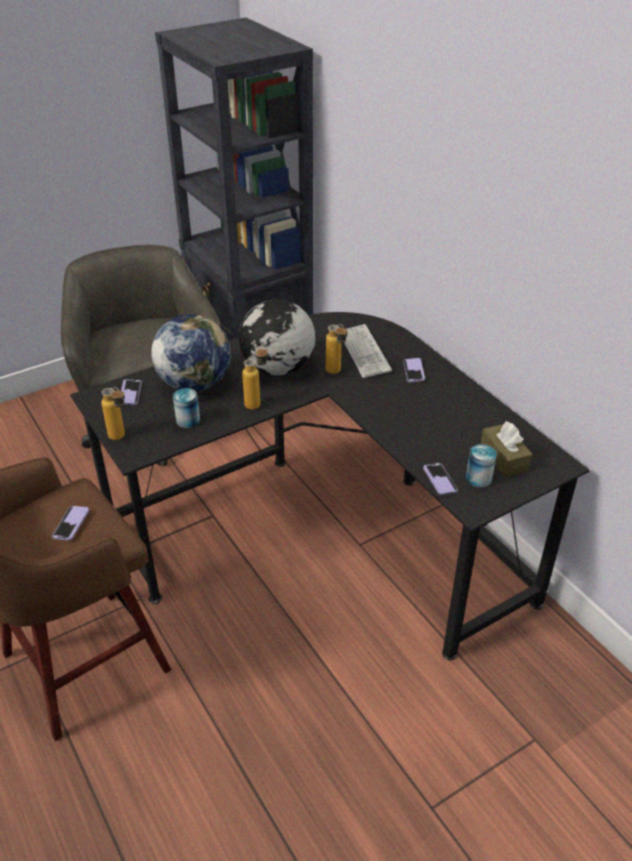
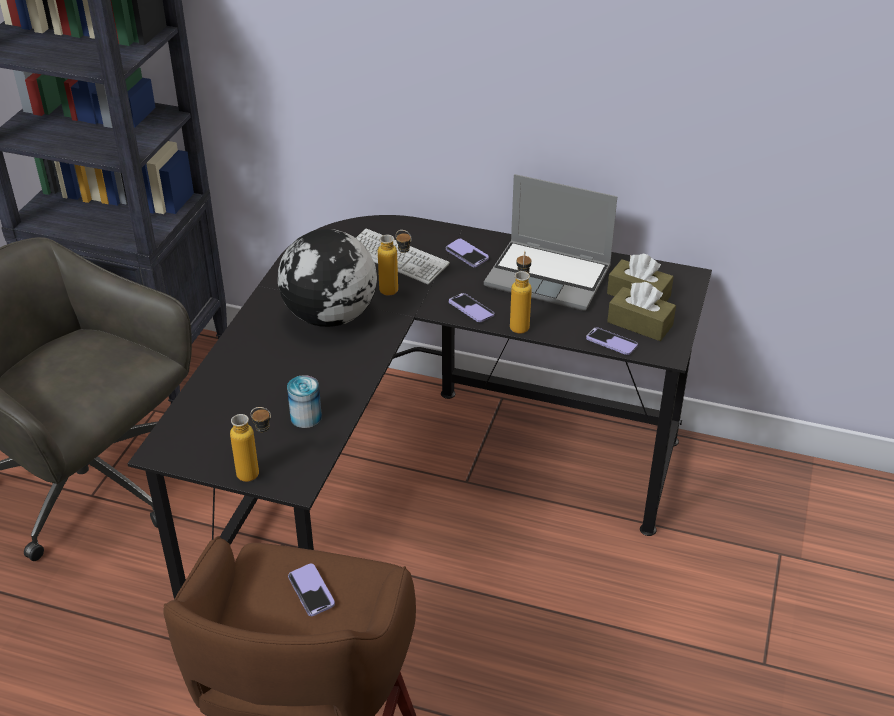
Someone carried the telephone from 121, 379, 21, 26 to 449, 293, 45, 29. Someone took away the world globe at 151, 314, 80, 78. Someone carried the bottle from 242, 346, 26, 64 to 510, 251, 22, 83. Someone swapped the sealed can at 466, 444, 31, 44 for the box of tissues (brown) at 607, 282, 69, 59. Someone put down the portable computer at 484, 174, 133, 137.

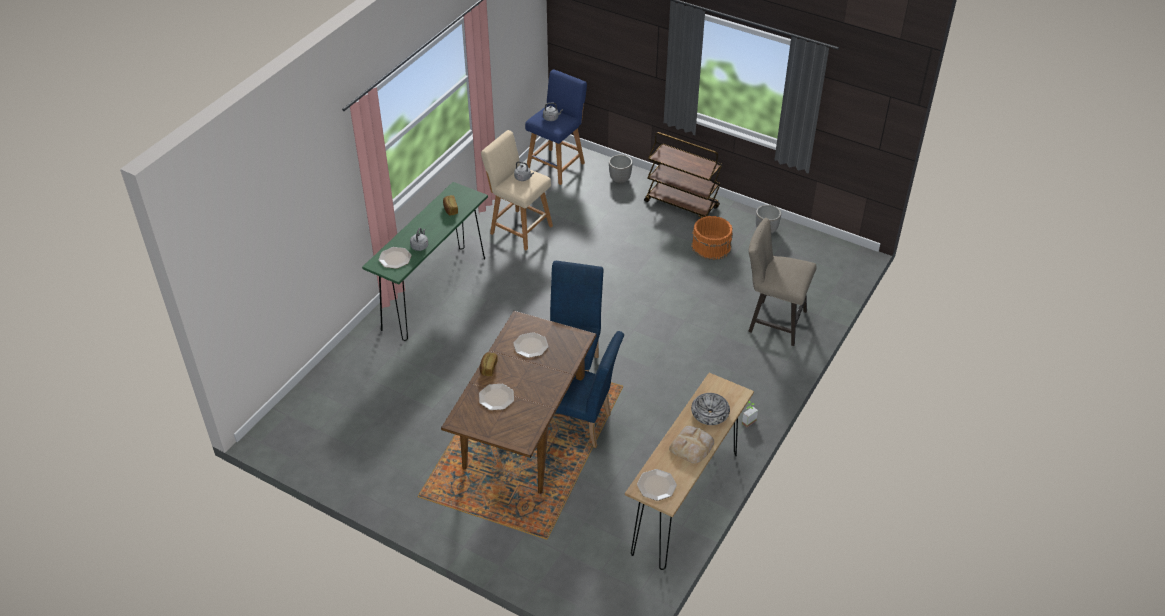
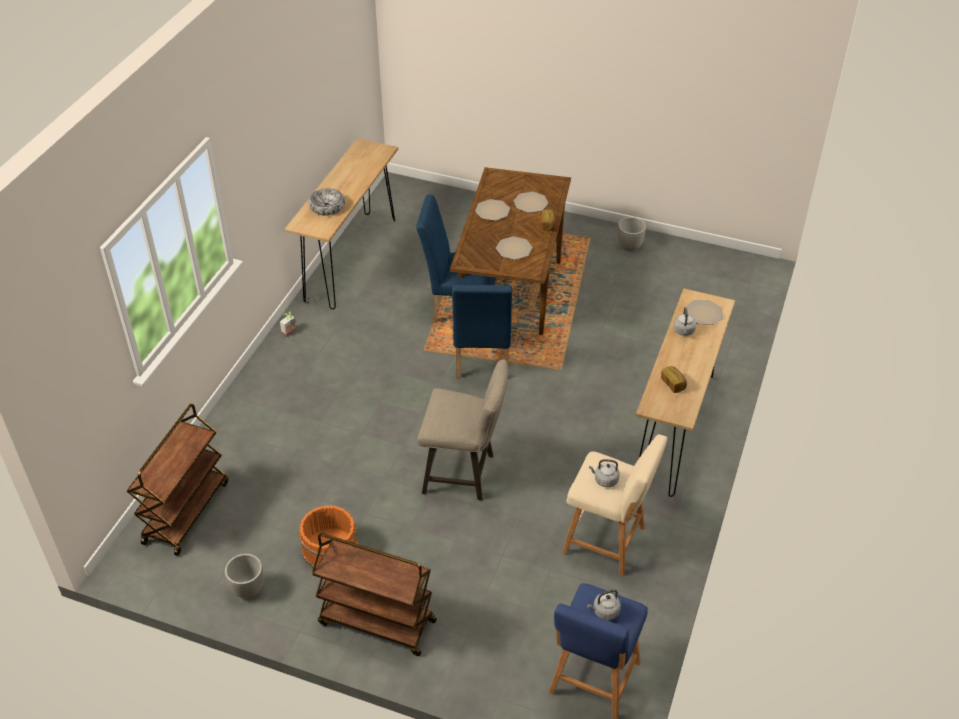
Someone repainted the hall table (green-coloured) at 362, 182, 126, 159, which became the hall table (brown) at 636, 288, 99, 209. Someone carried the planter from 609, 155, 24, 28 to 618, 217, 28, 34. Someone carried the flat dish from 637, 469, 40, 32 to 475, 199, 35, 22. Someone took away the bread at 669, 426, 45, 38. Someone carried the stool seat (beige-coloured) from 748, 218, 69, 128 to 417, 360, 91, 140. Someone put down the cart (brown) at 127, 404, 101, 152.

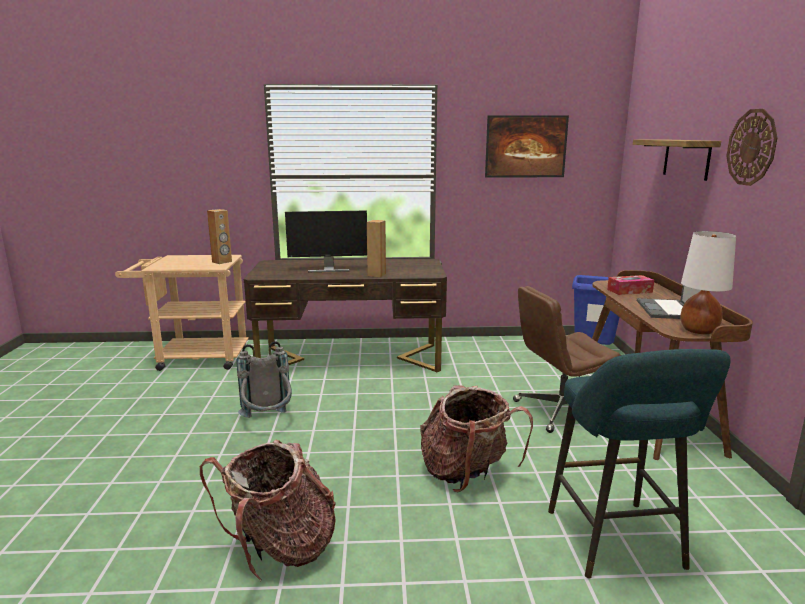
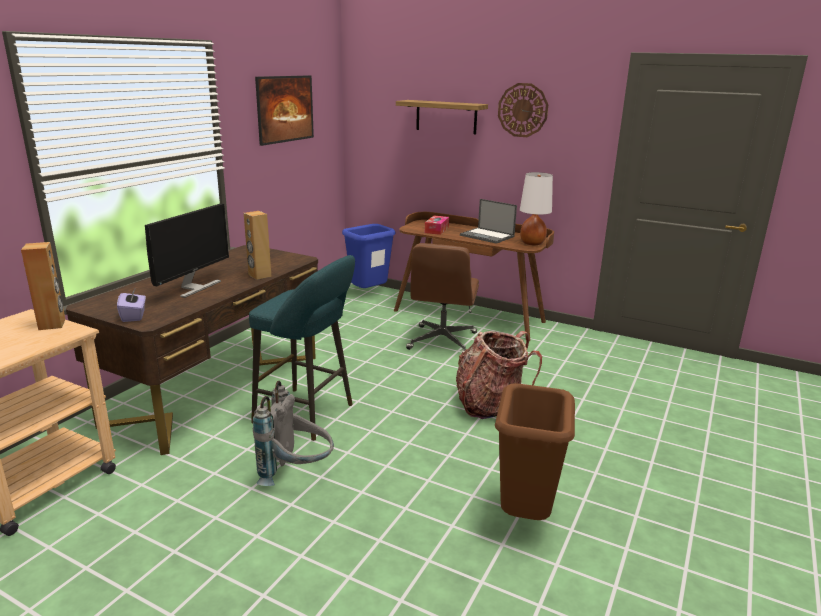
Someone swapped the rucksack at 200, 439, 136, 143 for the rubbish bin (brown) at 495, 383, 80, 137. Someone carried the stool seat (turquoise) from 548, 349, 183, 230 to 249, 255, 106, 186. Someone put down the box of tissues (purple) at 117, 287, 29, 35.

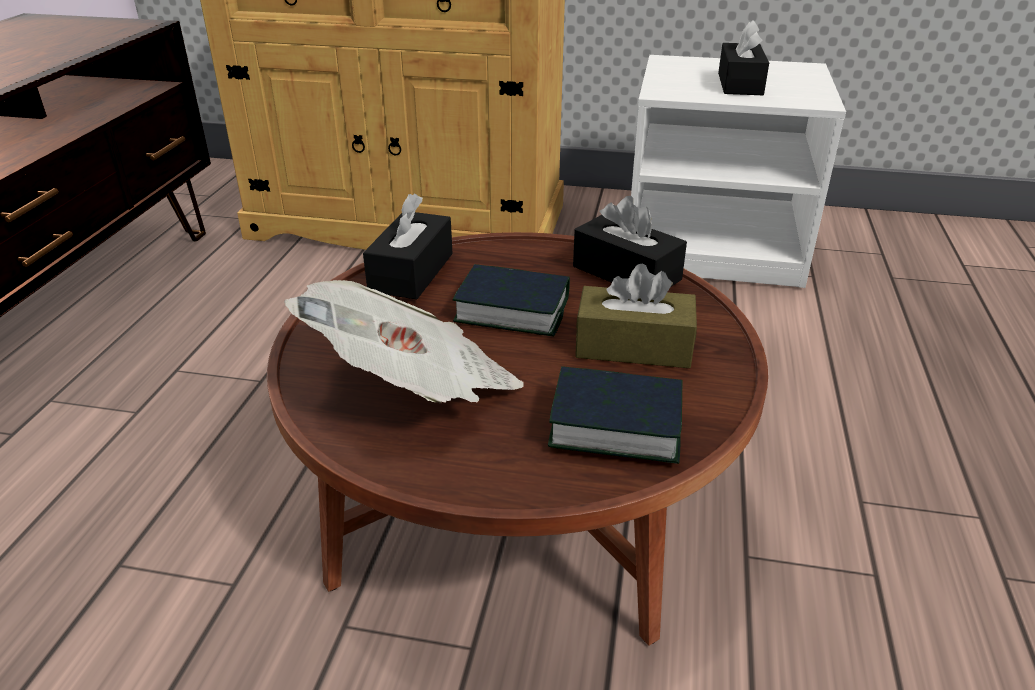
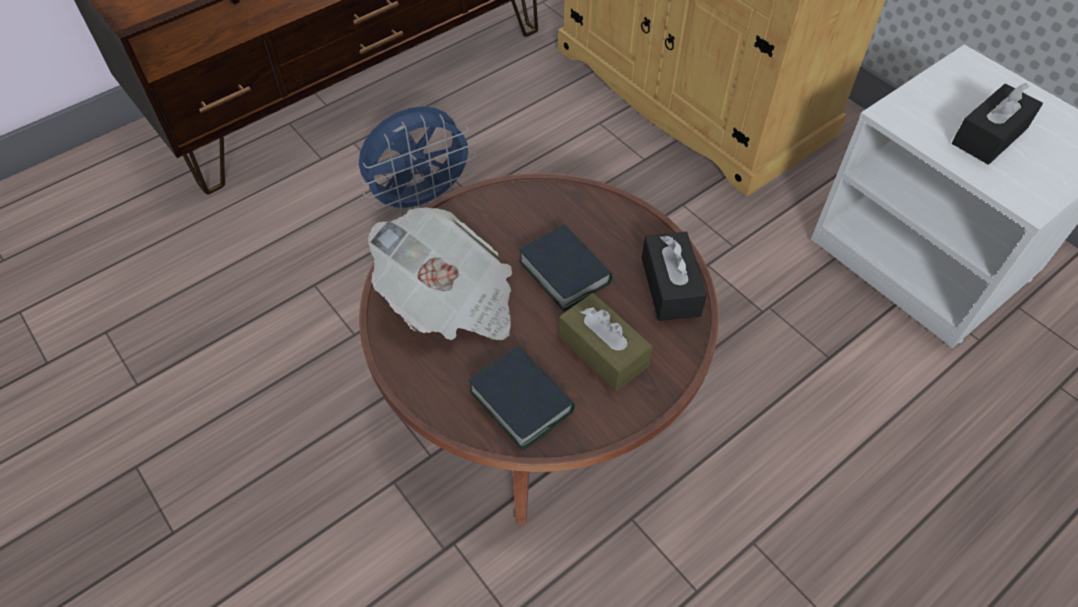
Someone took away the box of tissues (blackish) at 363, 194, 90, 105. Someone put down the fan (blue) at 359, 106, 118, 110.

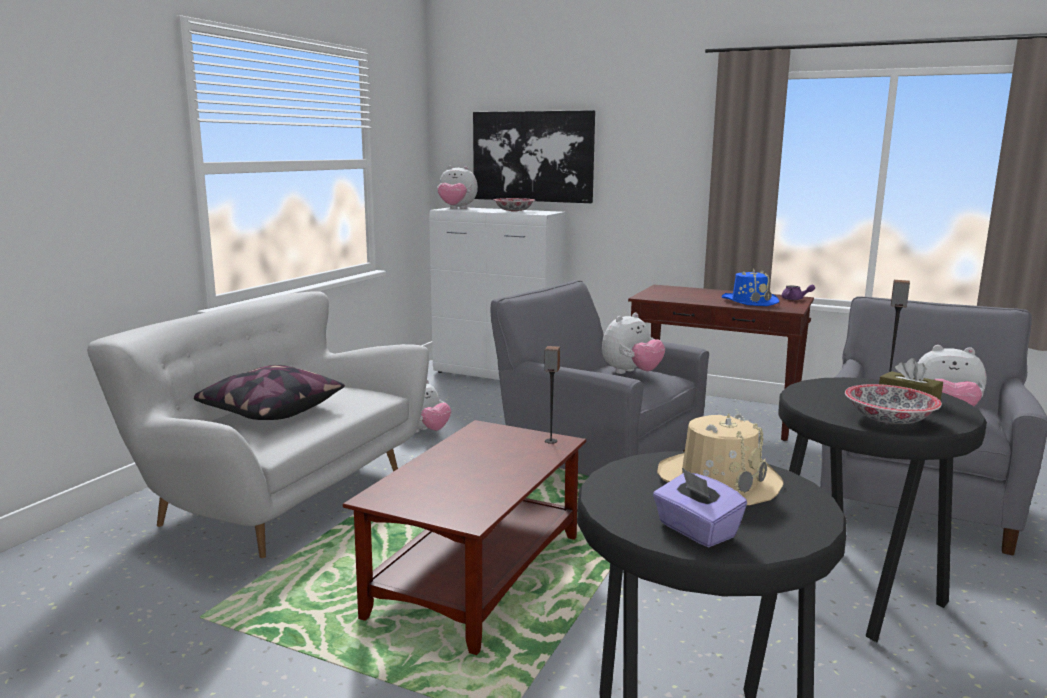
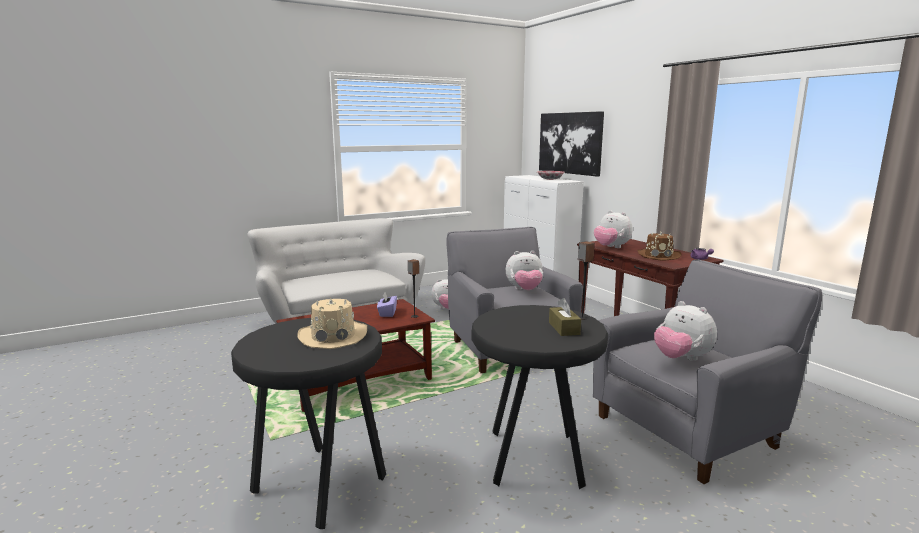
Someone took away the throw pillow at 194, 365, 151, 55. Someone carried the soft toy from 437, 166, 41, 43 to 594, 210, 38, 38. Someone carried the box of tissues (purple) from 653, 468, 94, 79 to 377, 292, 20, 25. Someone repainted the hat (blue) at 722, 269, 57, 37, which became the hat (brown) at 637, 233, 44, 28. Someone took away the bowl at 845, 384, 97, 40.

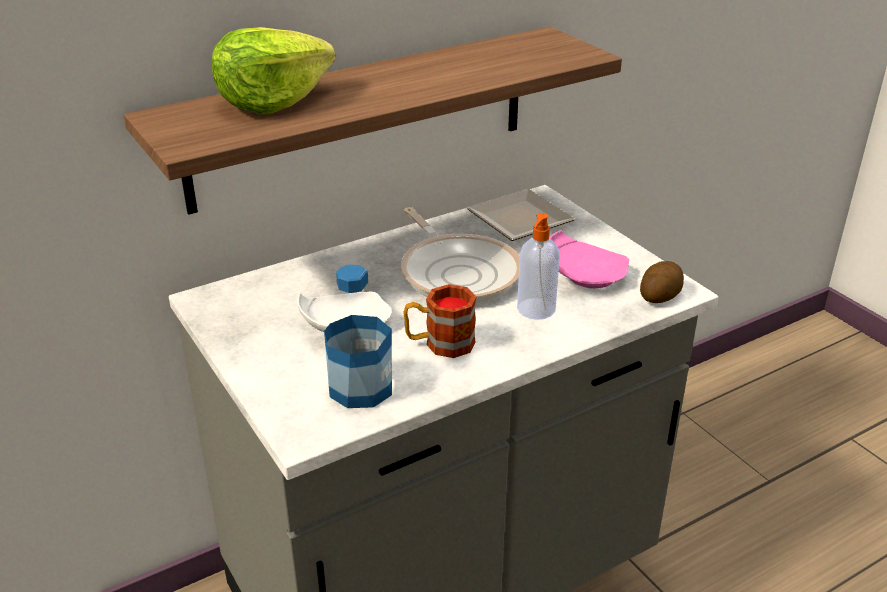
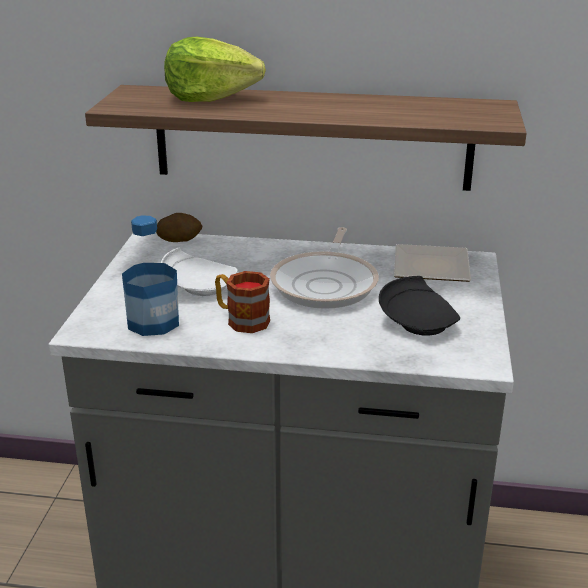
Someone took away the soap bottle at 517, 213, 43, 107. Someone repainted the flat dish (pinkish) at 550, 230, 79, 59, which became the flat dish (blackish) at 379, 276, 81, 60. Someone carried the potato from 640, 261, 44, 42 to 156, 213, 46, 29.

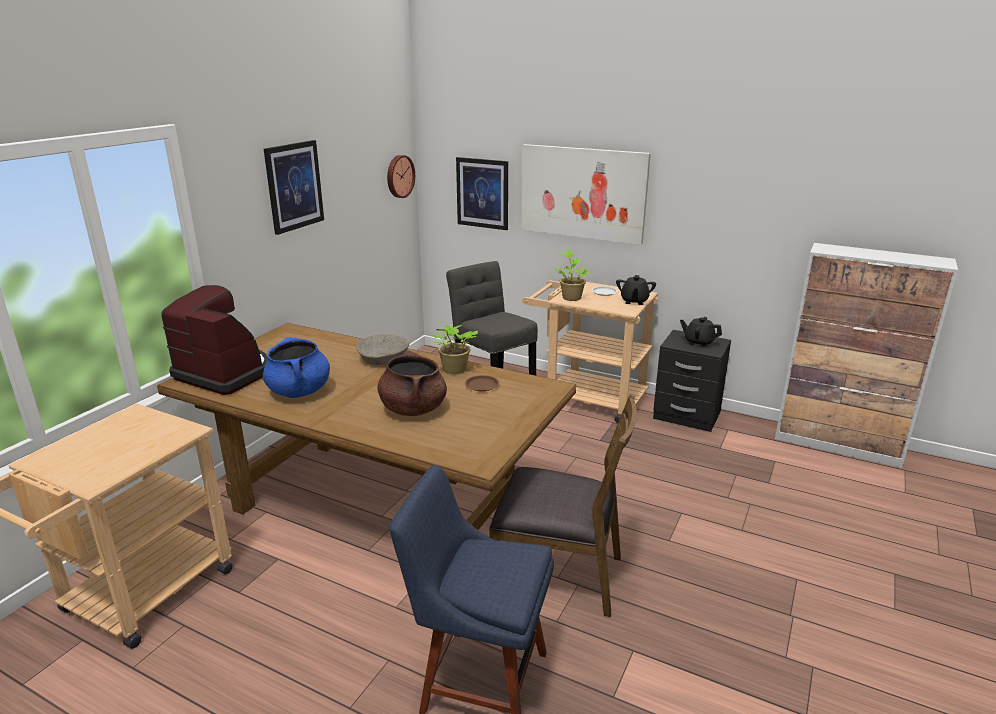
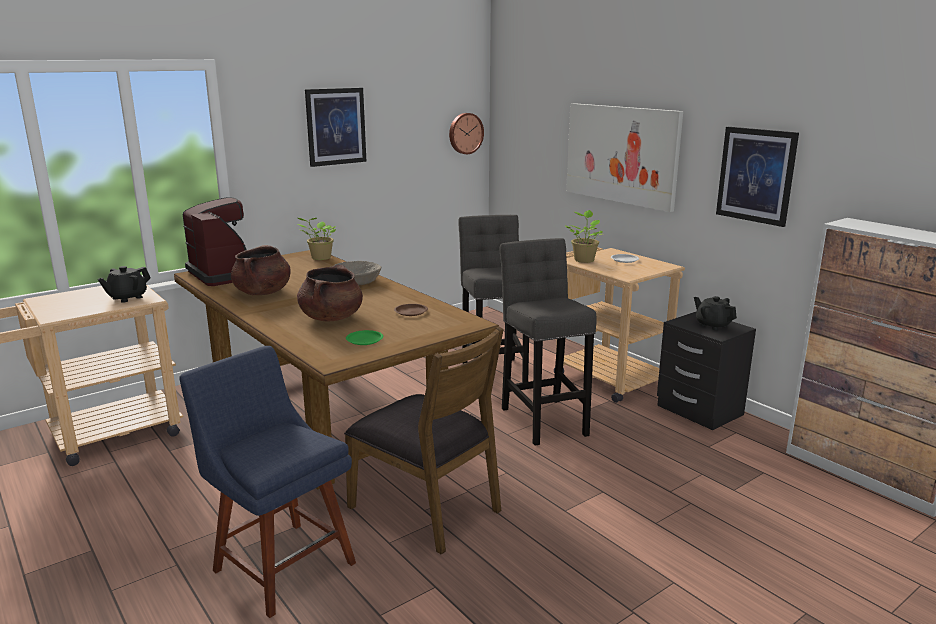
Someone repainted the stockpot (blue) at 263, 337, 67, 61, which became the stockpot (brown) at 231, 245, 60, 50. Someone carried the plant in a pot from 429, 325, 49, 49 to 297, 218, 39, 42. Someone carried the wall picture from 456, 157, 52, 73 to 716, 127, 83, 100. Someone carried the teapot (blackish) from 616, 275, 40, 30 to 98, 266, 52, 37. Someone put down the flat dish (green-coloured) at 346, 330, 37, 15. Someone put down the stool seat (greyish) at 500, 238, 97, 207.

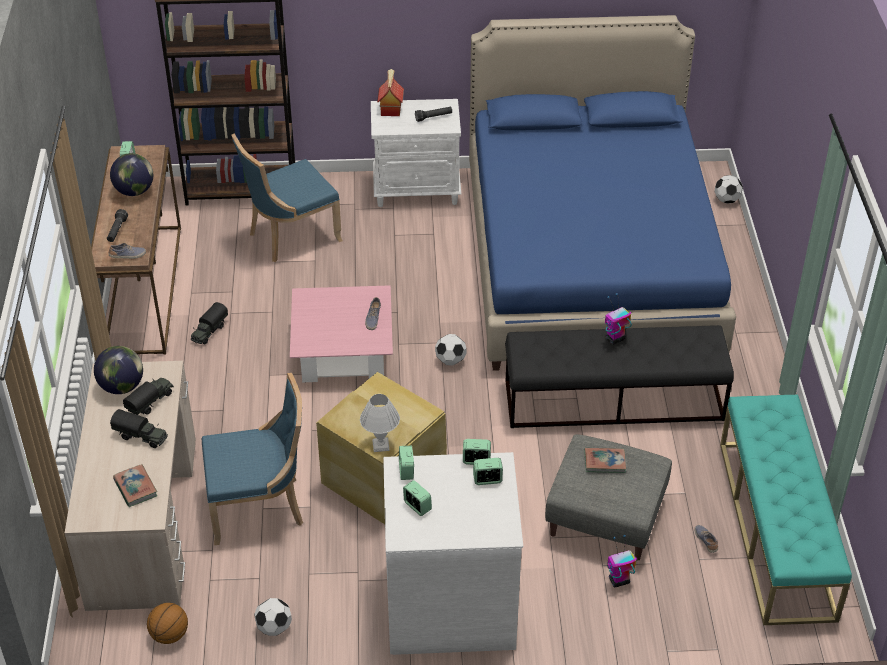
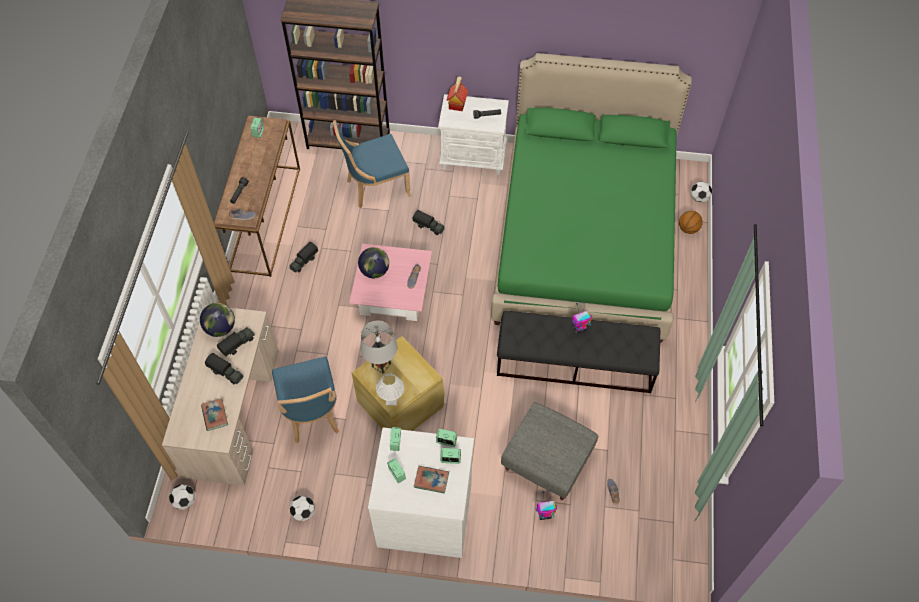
Someone carried the world globe from 110, 153, 43, 43 to 358, 247, 31, 31. Someone carried the ball for basketball from 147, 603, 41, 41 to 679, 211, 24, 23. Someone rotated the upright chair (blue) at 202, 373, 101, 172 by 75 degrees clockwise. Someone carried the football from 435, 334, 31, 32 to 169, 484, 26, 26. Someone repainted the bed (blue) at 469, 15, 267, 356, which became the bed (green-coloured) at 491, 53, 201, 290. Someone carried the book from 585, 448, 41, 25 to 414, 466, 35, 28. Someone took away the indoor bench (turquoise) at 720, 394, 132, 231. Someone put down the lamp for a table (greyish) at 360, 320, 37, 53. Someone put down the model truck at 413, 210, 32, 25.

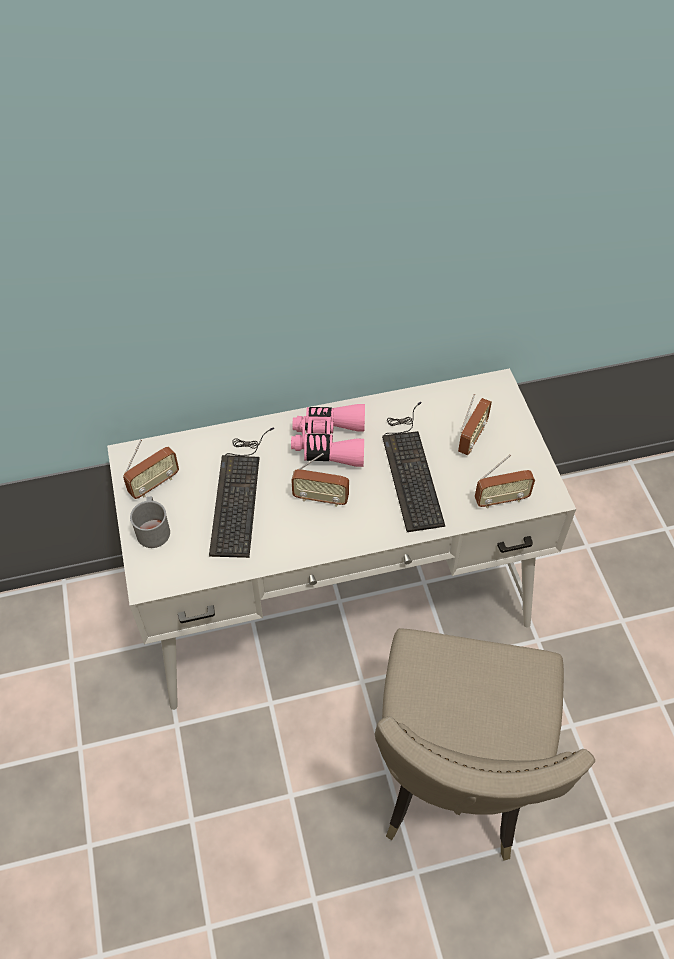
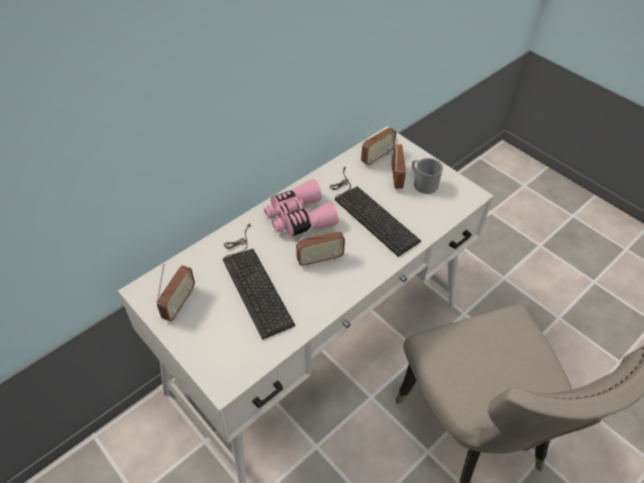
Someone carried the coffee mug (greyish) from 130, 496, 40, 52 to 412, 158, 31, 36. Someone carried the radio receiver from 475, 454, 60, 55 to 361, 116, 36, 49.

